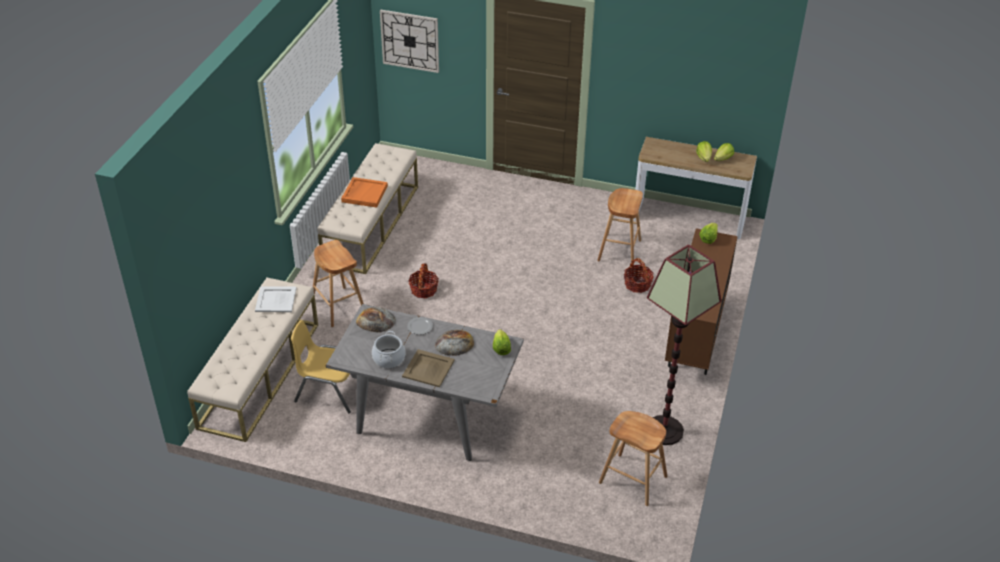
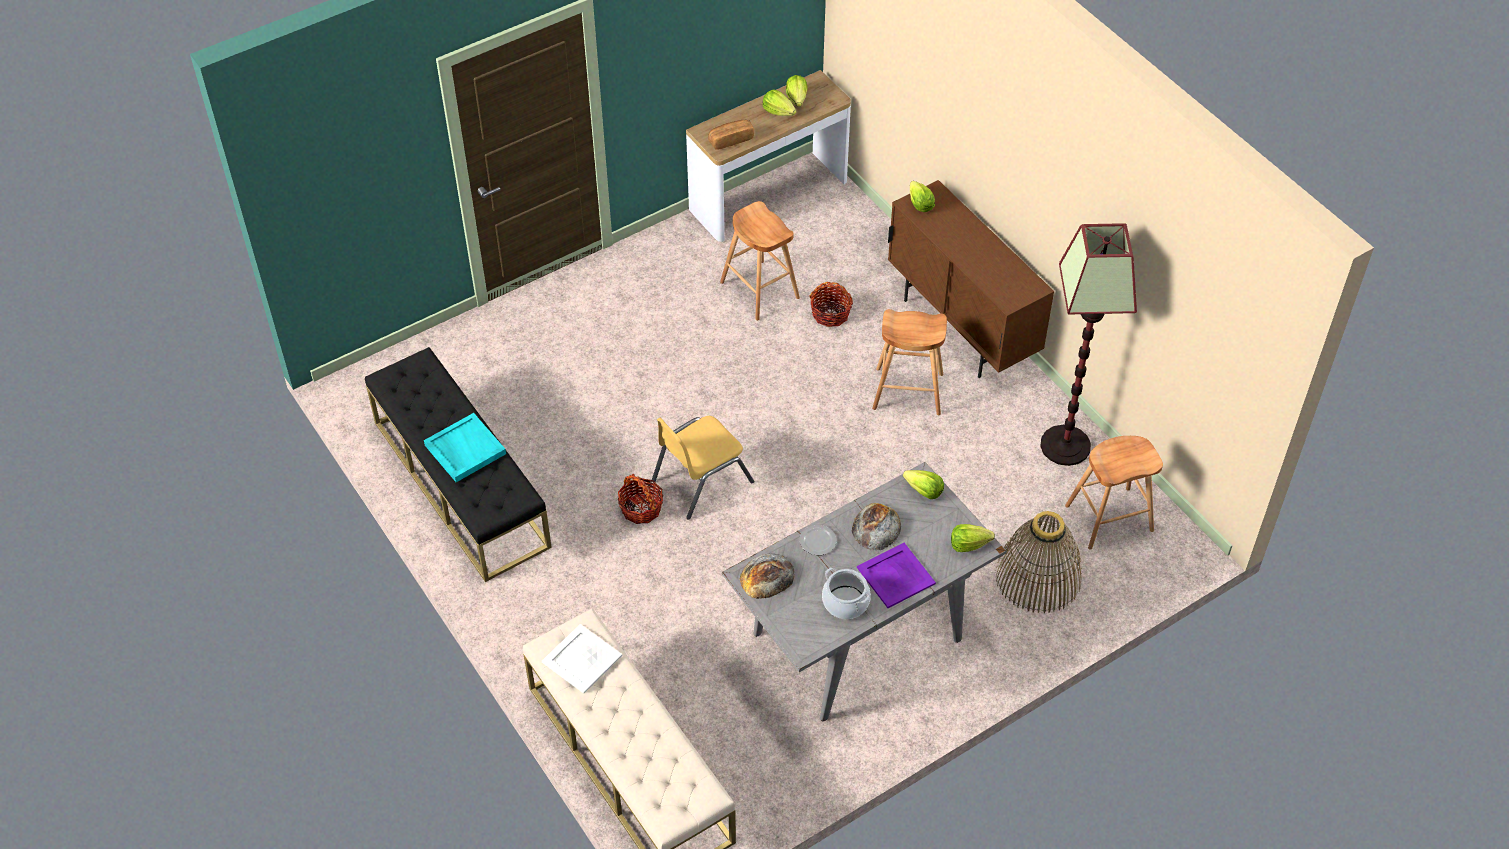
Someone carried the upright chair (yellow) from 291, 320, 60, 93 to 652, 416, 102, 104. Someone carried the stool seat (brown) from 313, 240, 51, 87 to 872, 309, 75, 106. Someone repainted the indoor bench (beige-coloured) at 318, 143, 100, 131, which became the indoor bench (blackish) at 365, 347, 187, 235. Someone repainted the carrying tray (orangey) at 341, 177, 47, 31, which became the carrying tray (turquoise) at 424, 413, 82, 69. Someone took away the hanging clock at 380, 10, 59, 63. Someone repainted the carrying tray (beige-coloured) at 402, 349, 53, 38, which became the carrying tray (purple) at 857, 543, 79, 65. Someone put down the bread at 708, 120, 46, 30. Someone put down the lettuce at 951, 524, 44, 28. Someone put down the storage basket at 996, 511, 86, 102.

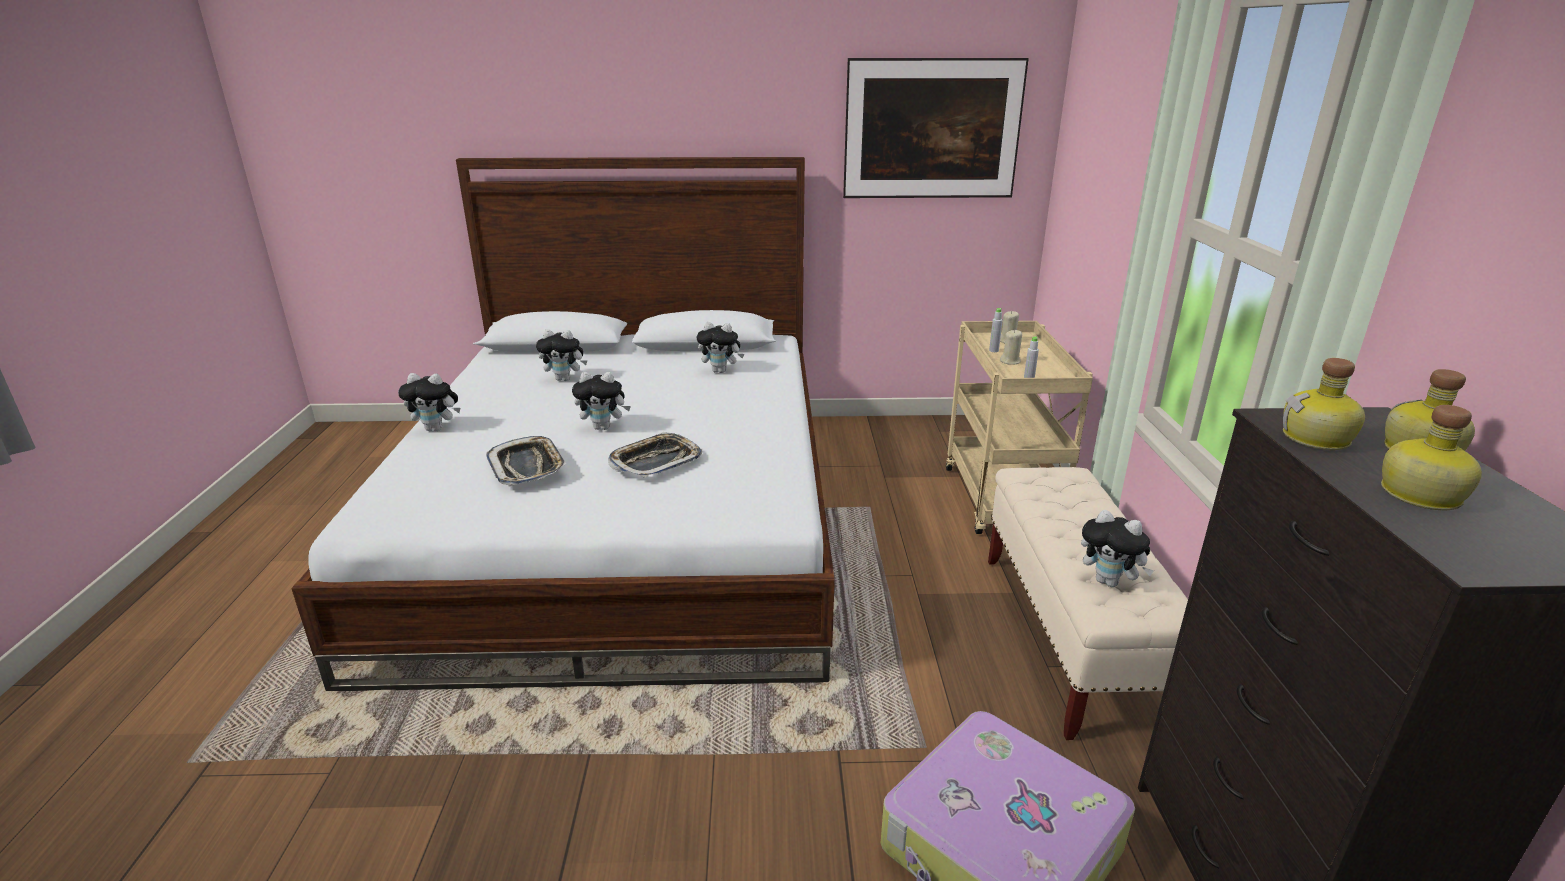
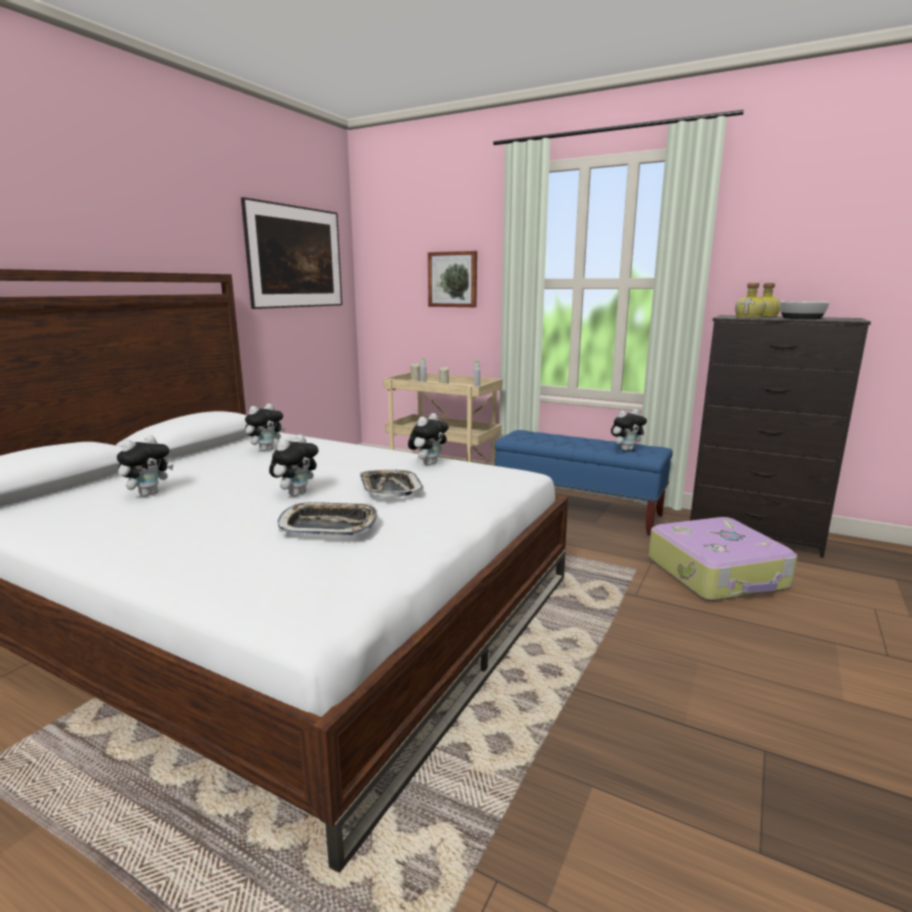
Someone carried the soft toy from 398, 373, 62, 58 to 408, 413, 41, 53. Someone repainted the indoor bench (beige-coloured) at 988, 467, 200, 273, which became the indoor bench (blue) at 495, 430, 178, 106. Someone swapped the bottle at 1381, 405, 101, 105 for the bowl at 780, 301, 50, 18. Someone put up the wall picture at 428, 251, 49, 56.

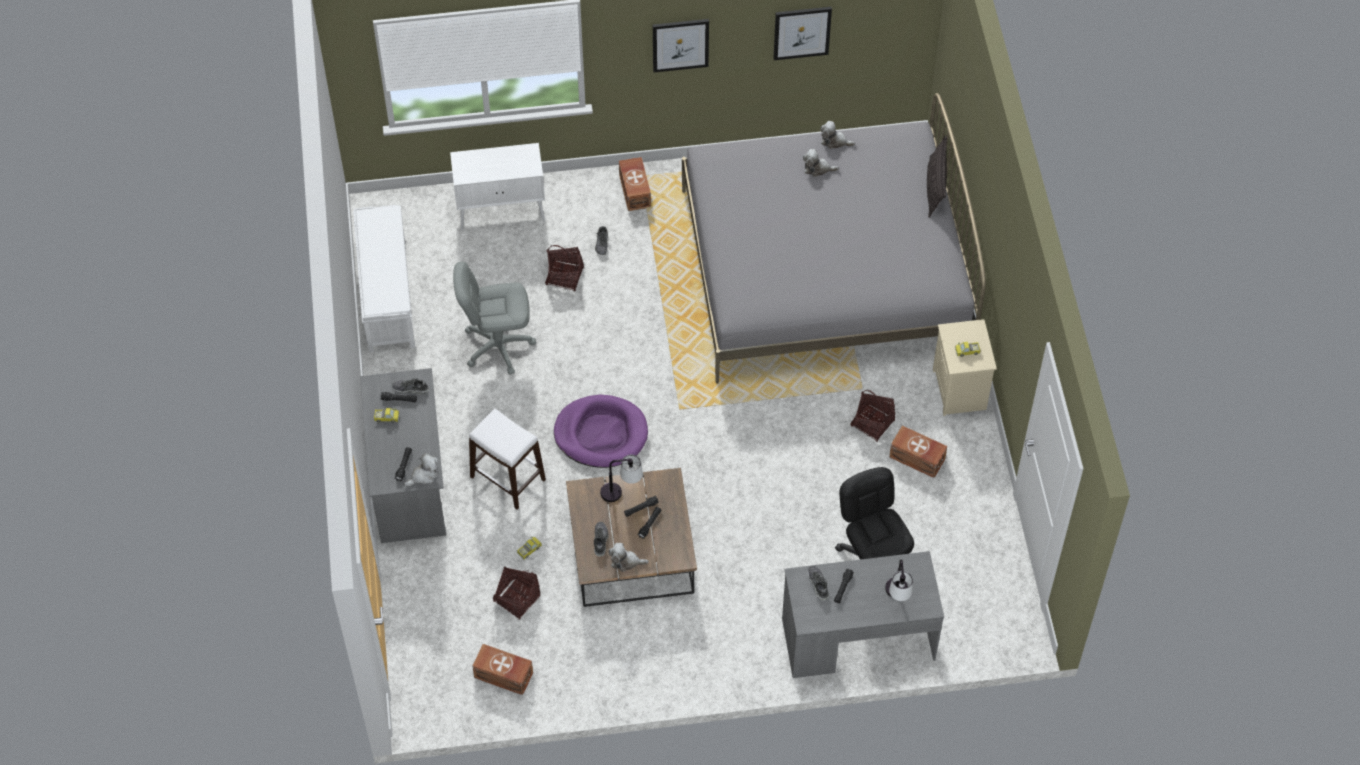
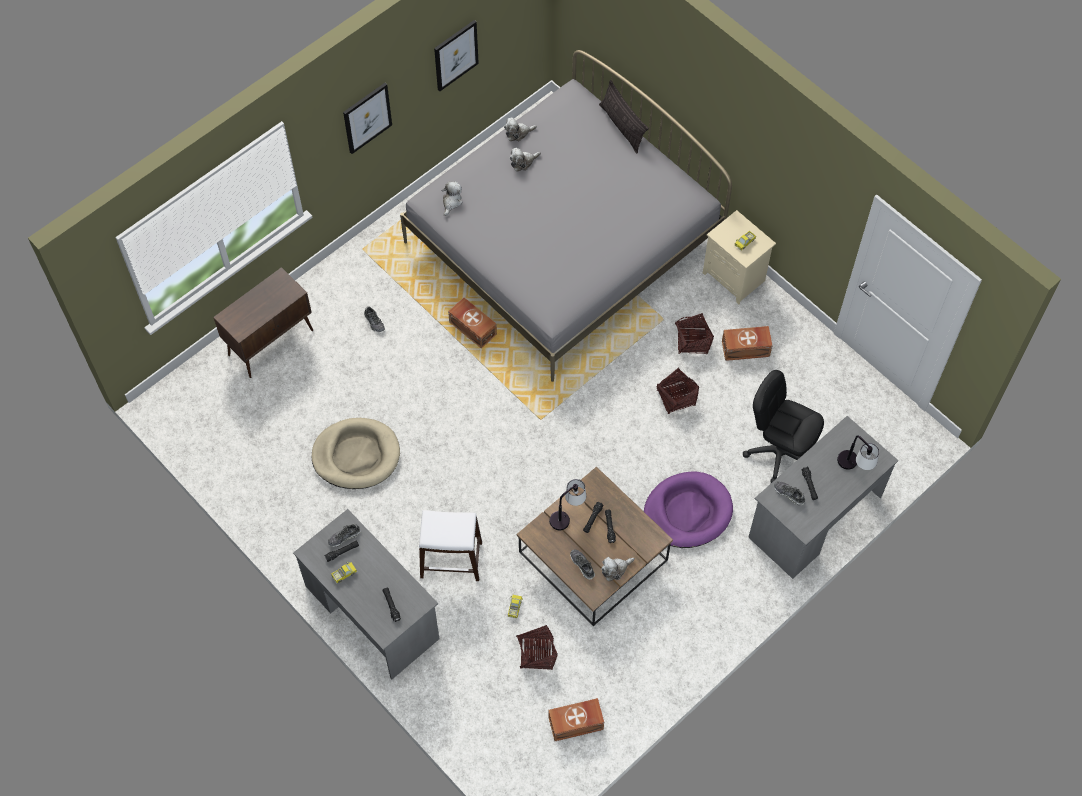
Someone took away the indoor bench (white-coloured) at 353, 205, 62, 148. Someone carried the soft toy from 404, 453, 35, 33 to 442, 181, 21, 35. Someone repainted the cabinet (white-coloured) at 450, 143, 95, 87, which became the cabinet (brown) at 213, 267, 100, 111. Someone swapped the desk chair (greyish) at 453, 262, 83, 113 for the pet bed (beige-coloured) at 312, 418, 88, 71. Someone carried the storage basket from 545, 245, 39, 47 to 657, 367, 42, 47. Someone carried the pet bed (purple) from 554, 395, 94, 73 to 644, 472, 89, 76. Someone carried the storage bin (brown) from 619, 157, 32, 54 to 448, 297, 49, 52.

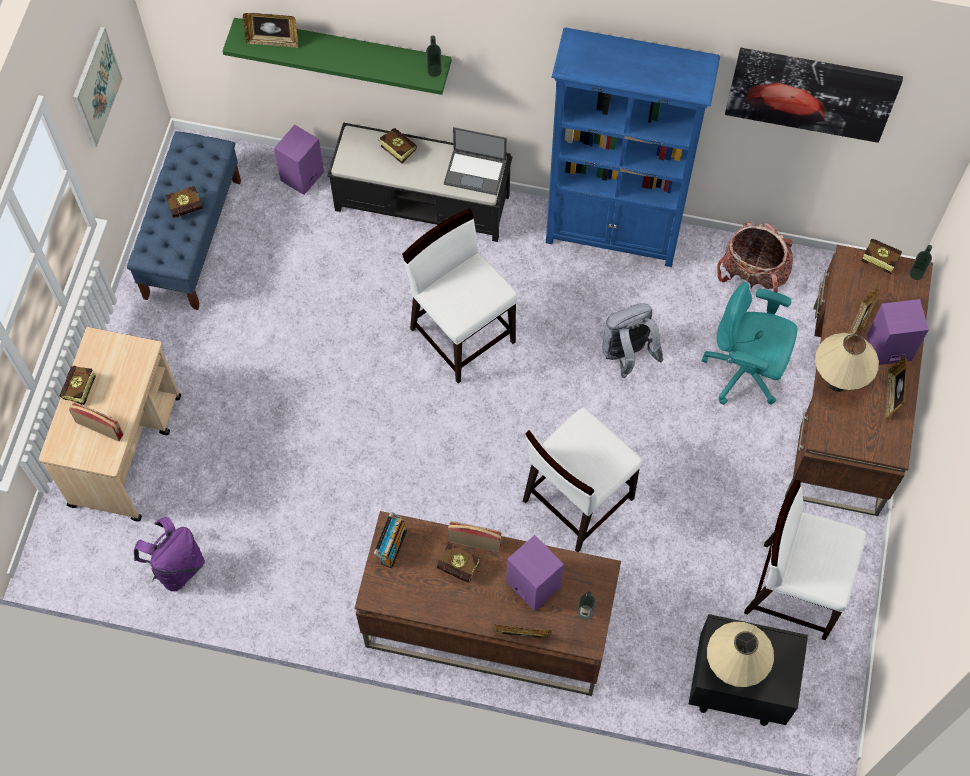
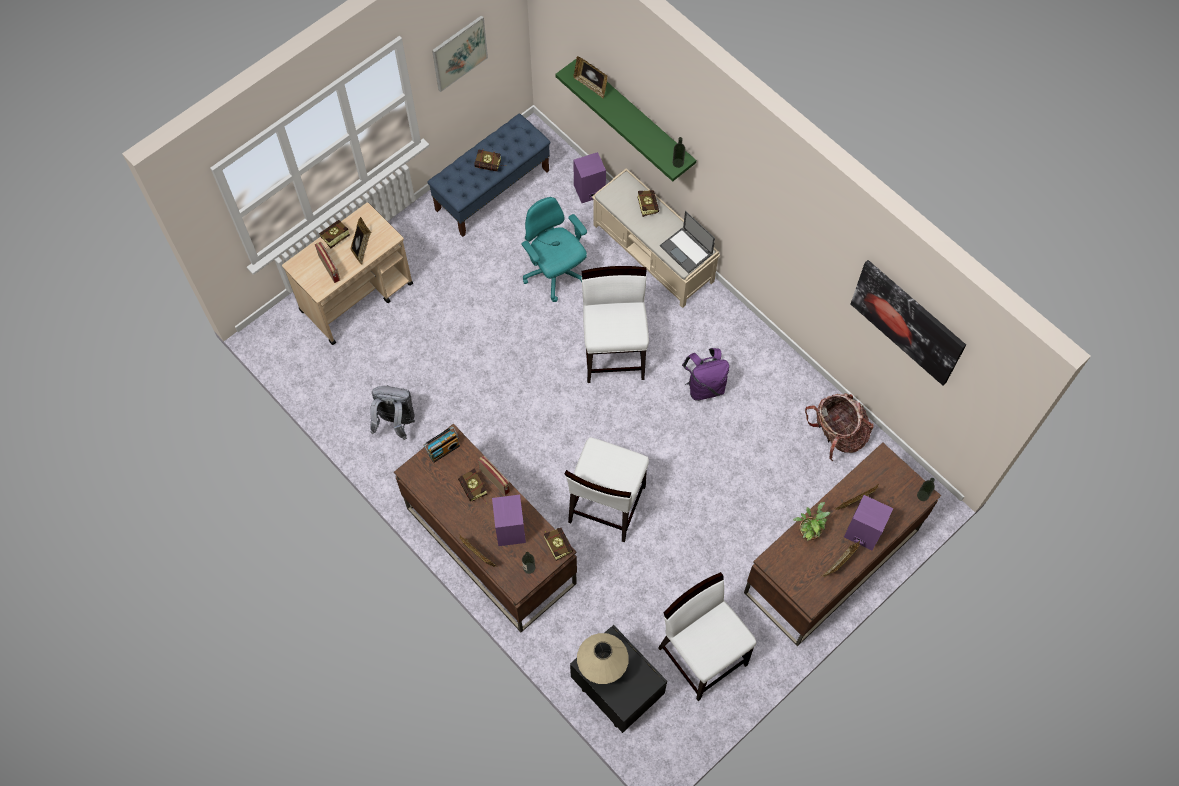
Someone carried the rucksack (purple) from 134, 517, 71, 75 to 682, 348, 47, 53. Someone repainted the indoor bench (blackish) at 327, 123, 185, 119, which became the indoor bench (beige-coloured) at 592, 168, 128, 140. Someone rotated the upright chair (white-coloured) at 523, 407, 119, 145 by 60 degrees counterclockwise. Someone took away the shelving unit (blue) at 546, 28, 174, 239. Someone carried the rucksack (greyish) from 602, 303, 62, 75 to 370, 385, 45, 55. Someone carried the desk chair (turquoise) from 702, 282, 96, 123 to 522, 197, 65, 105. Someone swapped the lamp for a table (beige-coloured) at 815, 333, 64, 59 for the plant in a pot at 793, 502, 37, 39. Someone carried the book from 855, 238, 47, 36 to 544, 528, 29, 33. Someone put down the picture frame at 351, 217, 20, 48.

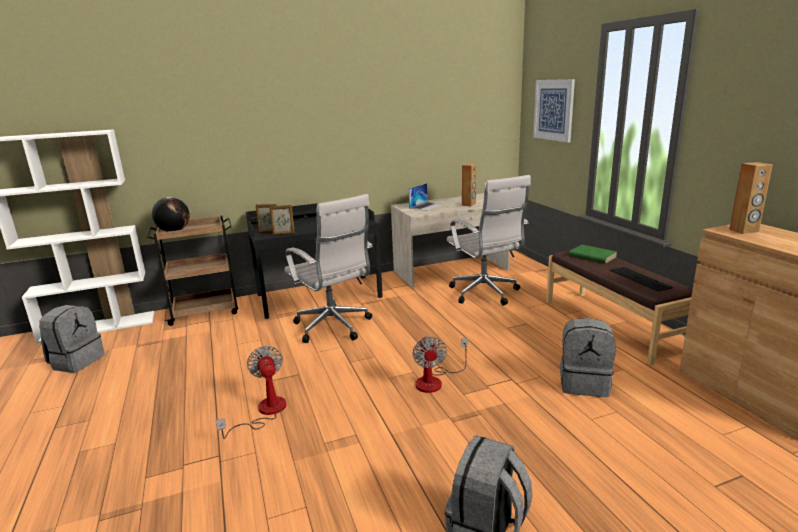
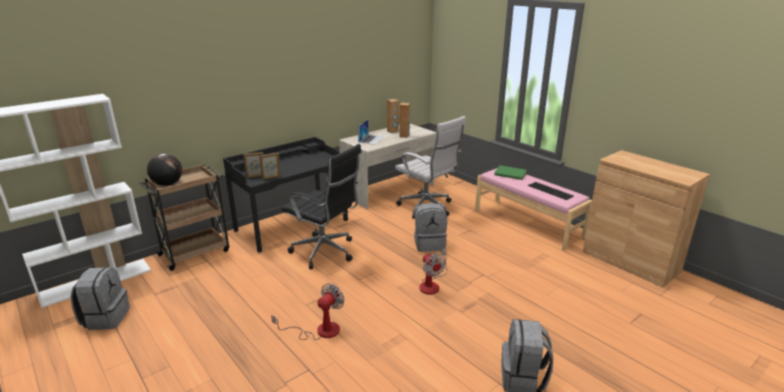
Someone rotated the fan at 216, 346, 71, 93 by 75 degrees clockwise. Someone repainted the desk chair (white-coloured) at 285, 194, 88, 149, which became the desk chair (blackish) at 282, 144, 80, 125. Someone took away the wall picture at 533, 79, 42, 63. Someone repainted the indoor bench (brown) at 546, 250, 147, 115, which became the indoor bench (pinkish) at 475, 168, 117, 83. Someone carried the rucksack (greyish) from 560, 318, 56, 79 to 414, 203, 33, 49. Someone carried the loudspeaker (brown) from 729, 162, 44, 72 to 387, 99, 12, 34.

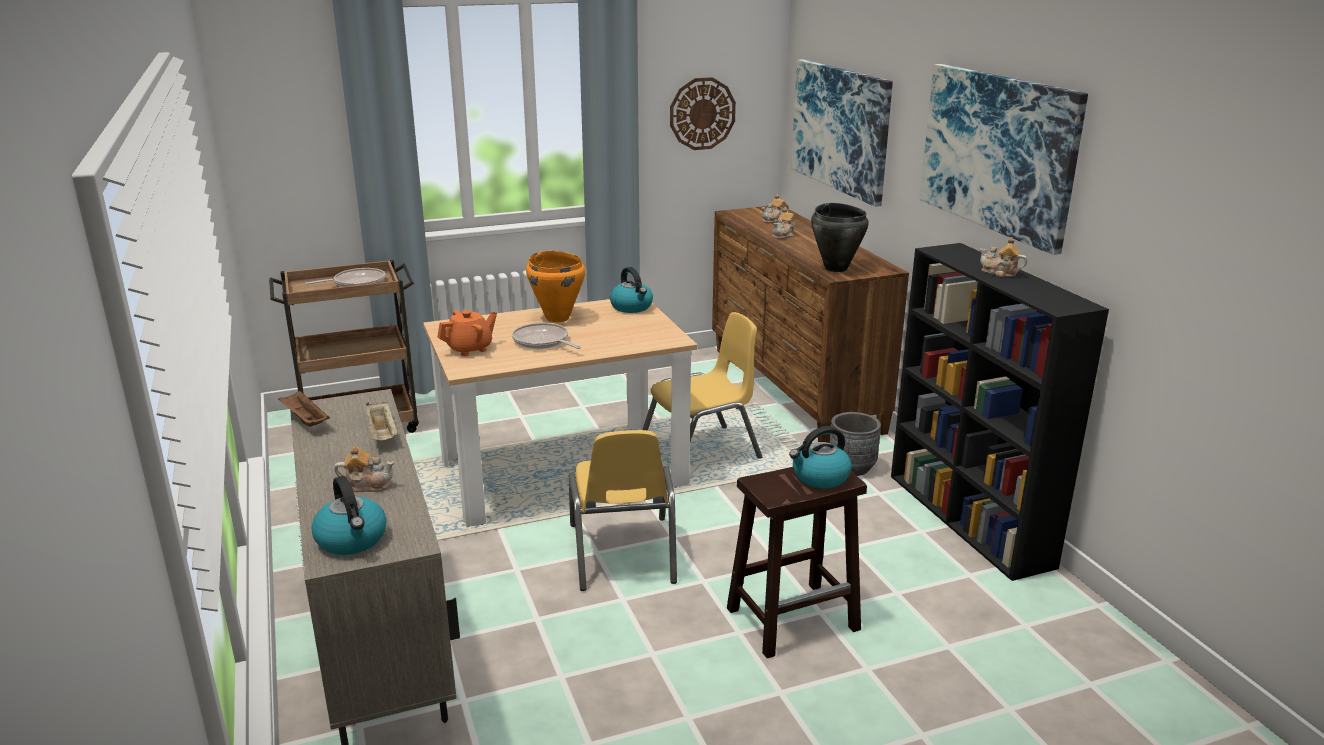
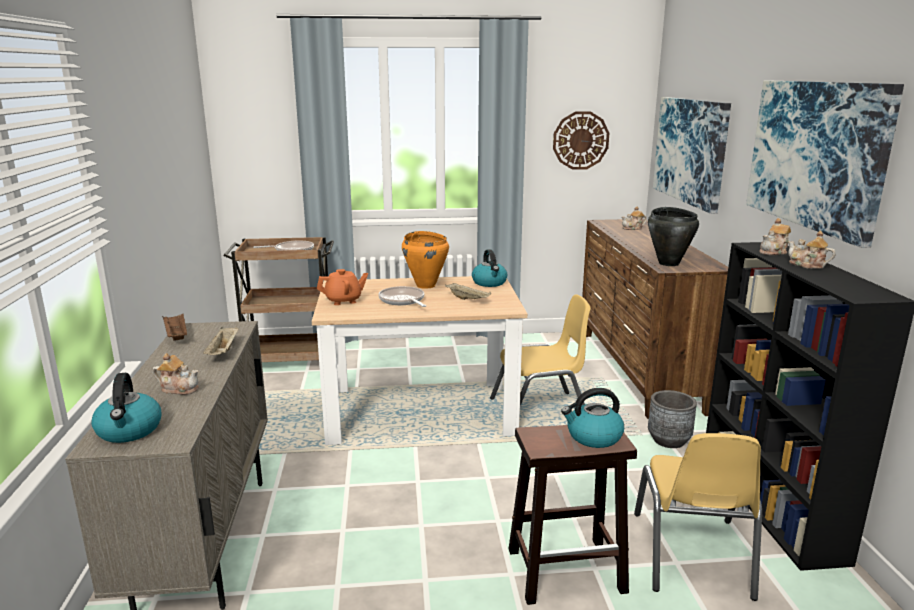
Someone carried the upright chair (yellow) from 569, 430, 108, 161 to 634, 433, 128, 168. Someone carried the teapot from 772, 208, 23, 31 to 759, 218, 32, 37. Someone put down the carrying tray (beige-coloured) at 445, 283, 46, 17.

